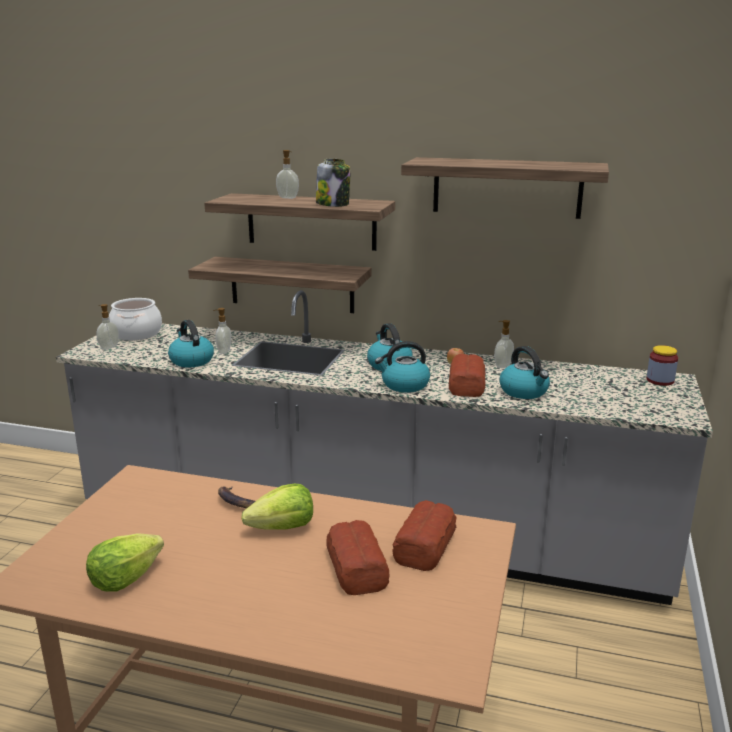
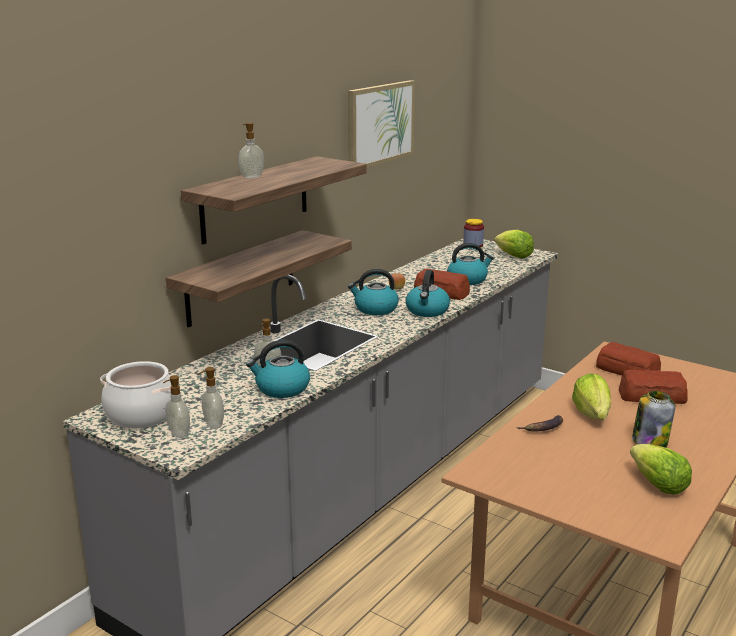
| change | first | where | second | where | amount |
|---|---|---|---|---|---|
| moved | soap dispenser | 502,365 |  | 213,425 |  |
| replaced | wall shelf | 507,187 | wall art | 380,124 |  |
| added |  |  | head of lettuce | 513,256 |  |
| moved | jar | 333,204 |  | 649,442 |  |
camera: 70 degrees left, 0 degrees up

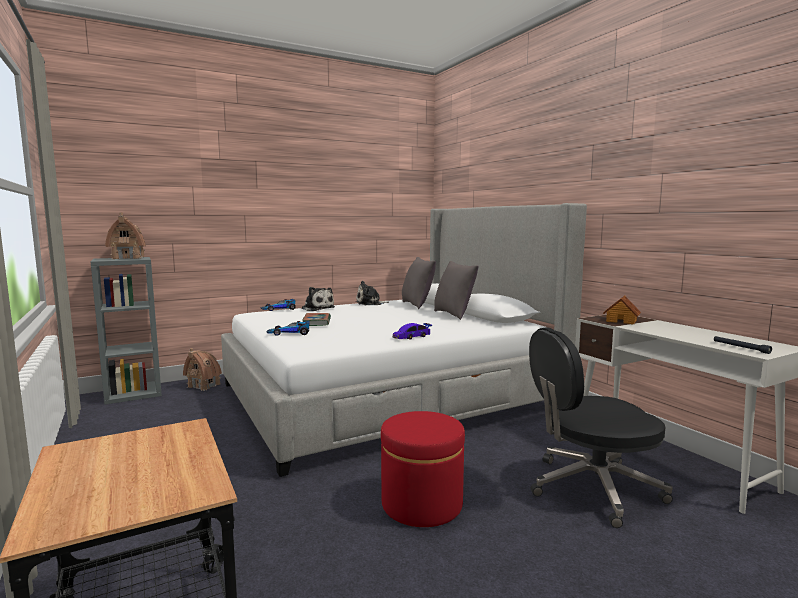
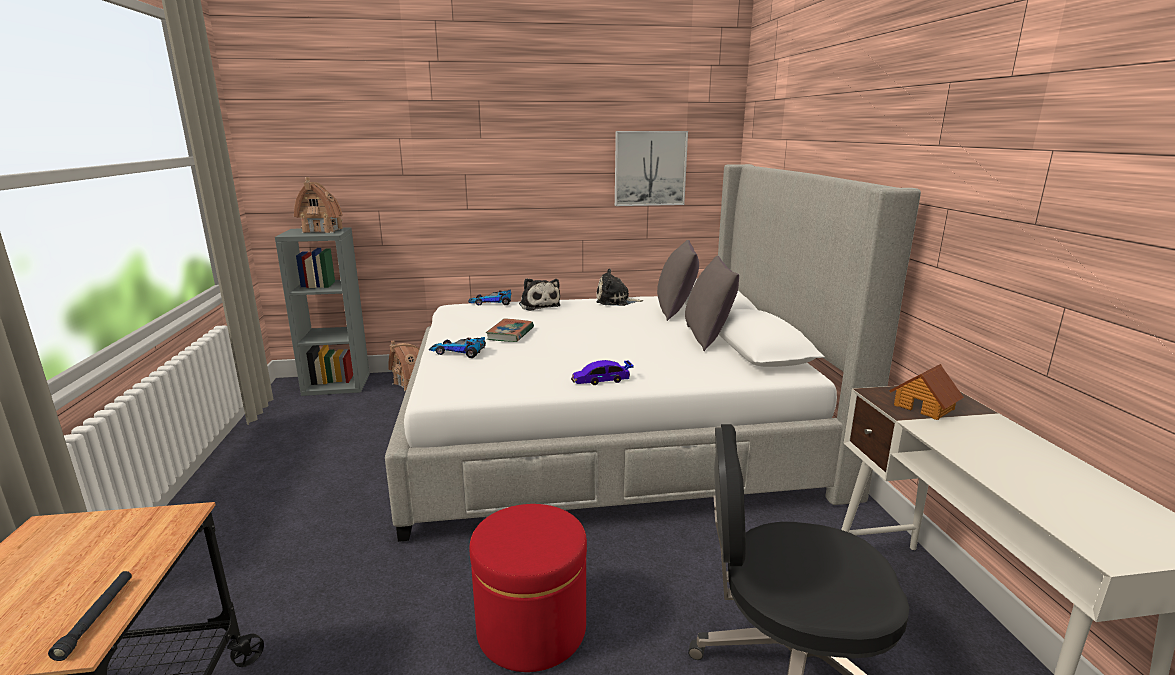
| change | first | where | second | where | amount |
|---|---|---|---|---|---|
| moved | black-coloured flashlight | 740,347 |  | 97,617 |  |
| added |  |  | wall art | 650,168 |  |
camera: 20 degrees right, 10 degrees up

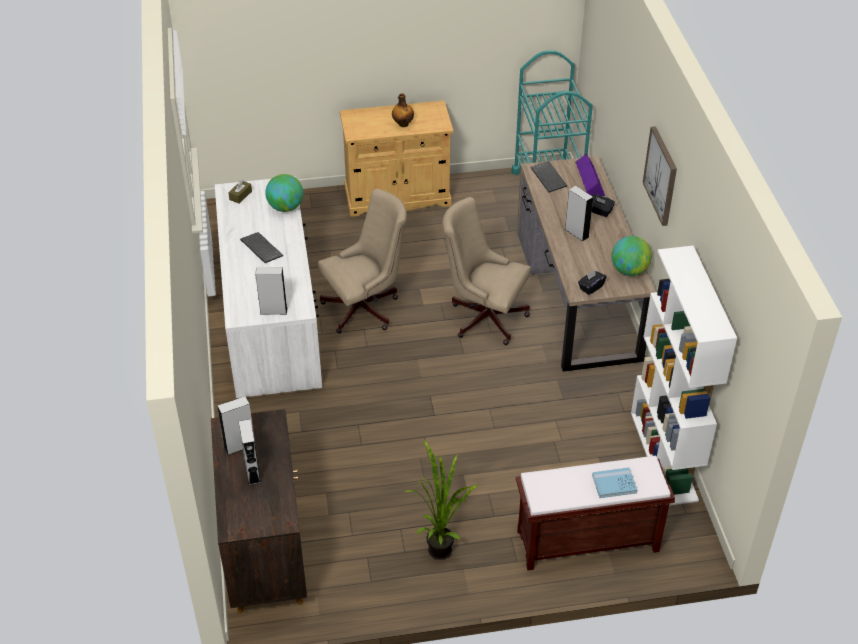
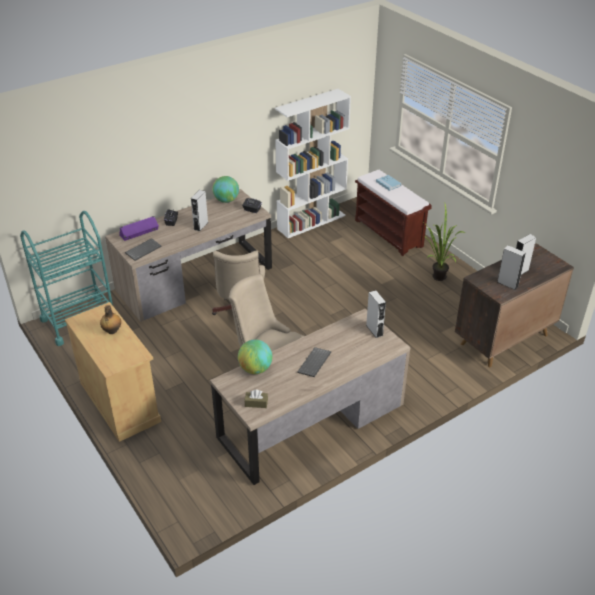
| change | first | where | second | where | amount |
|---|---|---|---|---|---|
| recoloured | white-coloured desk table | 271,318 | brownish desk table | 311,421 |  |
| removed | wall art | 661,175 |  |  |  |
camera: 115 degrees left, 5 degrees down

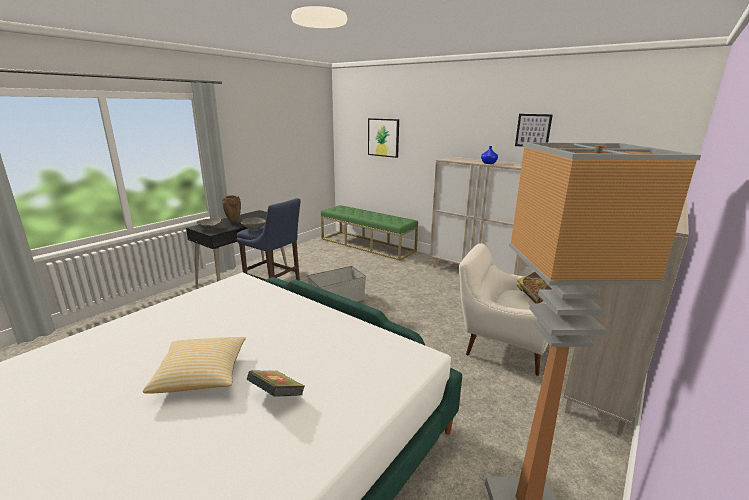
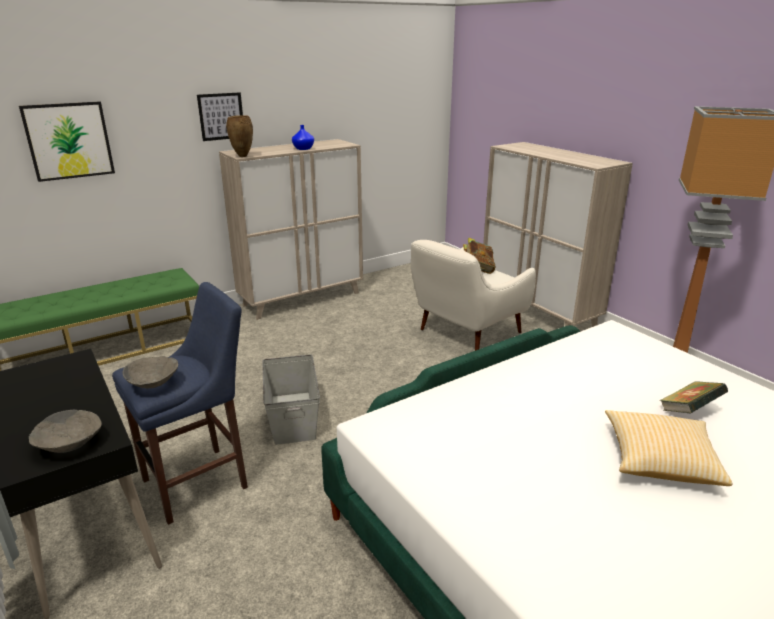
| change | first | where | second | where | amount |
|---|---|---|---|---|---|
| moved | wall art | 533,130 |  | 221,116 |  |
| moved | brownish decorative vase | 233,222 |  | 242,156 |  |
camera: 70 degrees left, 5 degrees up

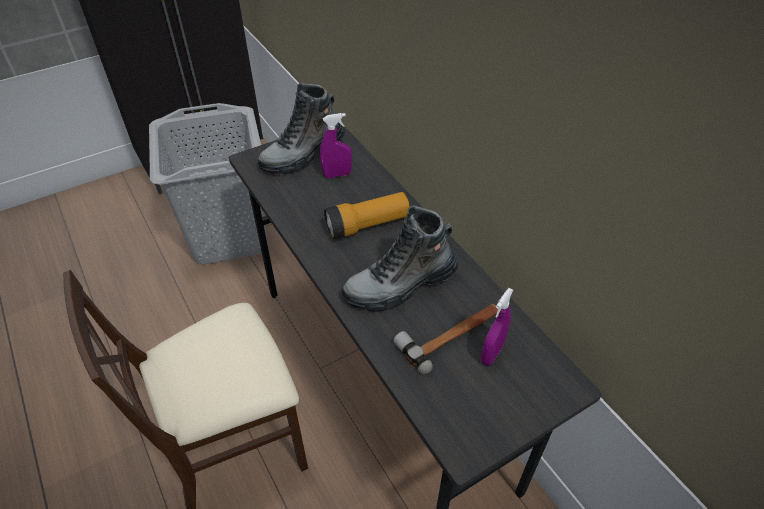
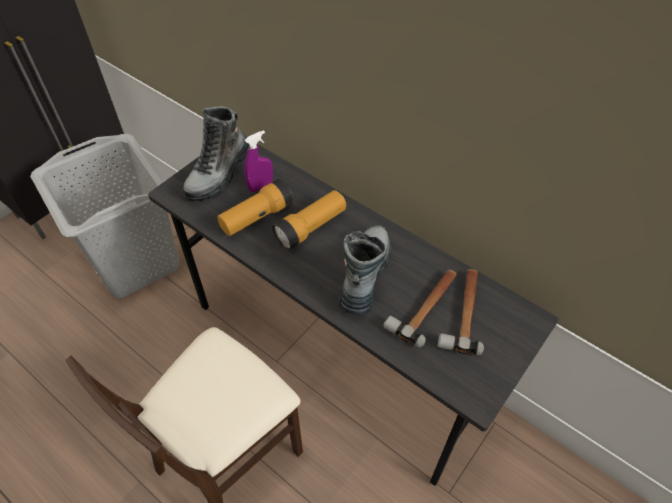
| change | first | where | second | where | amount |
|---|---|---|---|---|---|
| added |  |  | flashlight | 256,217 |  |
| turned | boot | 400,285 |  | 365,275 | 150 degrees clockwise |
| replaced | purplish sprayer | 491,353 | hammer | 464,312 |  |
camera: 20 degrees left, 5 degrees up

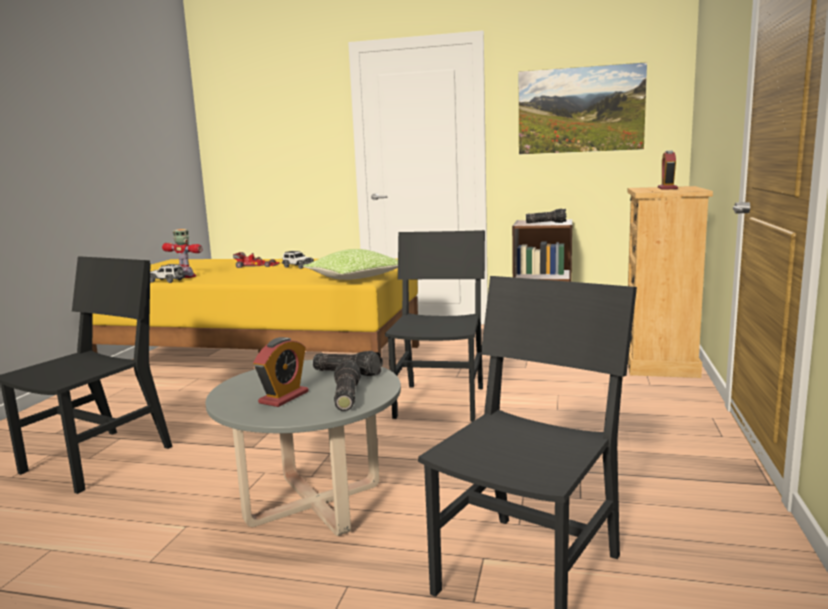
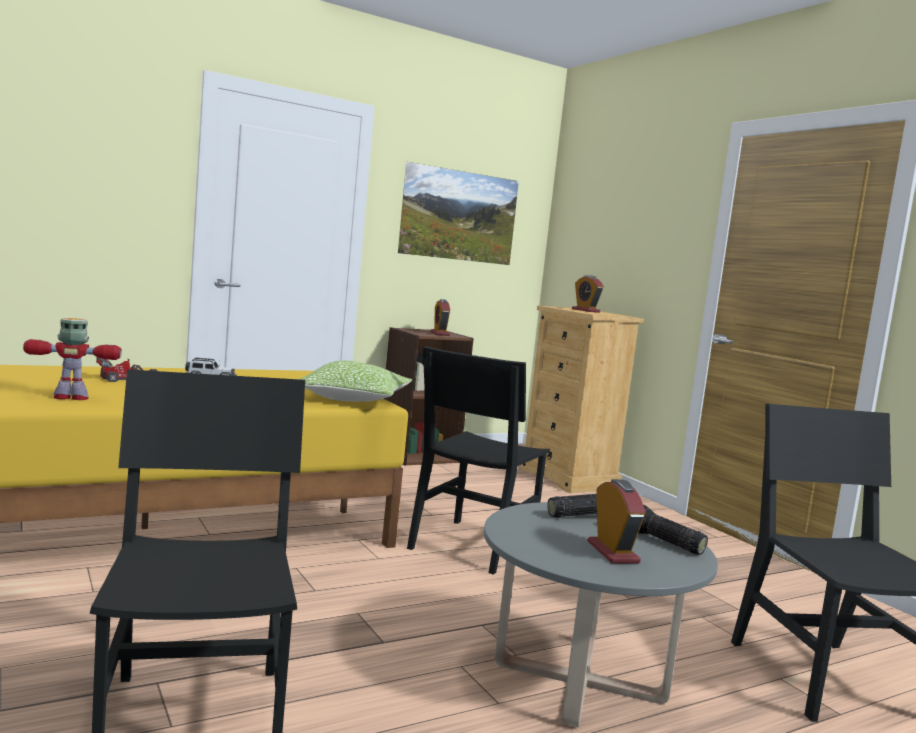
| change | first | where | second | where | amount |
|---|---|---|---|---|---|
| turned | black-coloured upright chair | 440,402 |  | 472,545 | 120 degrees counterclockwise |
| replaced | flashlight | 546,223 | table clock | 439,333 |  |
| removed | model car | 167,281 |  |  |  |
camera: 45 degrees left, 5 degrees down

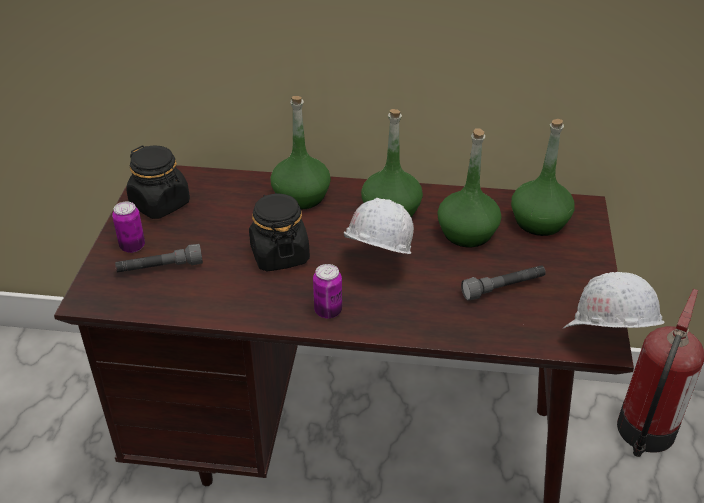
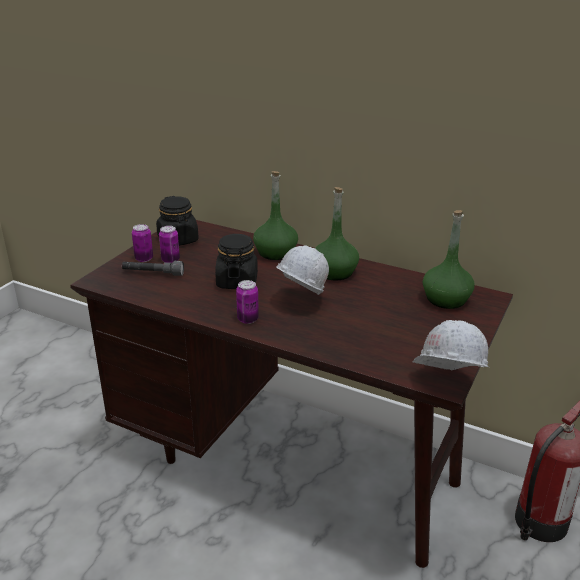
| change | first | where | second | where | amount |
|---|---|---|---|---|---|
| added |  |  | sealed can | 170,260 |  |
| removed | green beverage bottle | 467,233 |  |  |  |
| removed | greyish flashlight | 503,288 |  |  |  |
camera: 20 degrees right, 10 degrees down

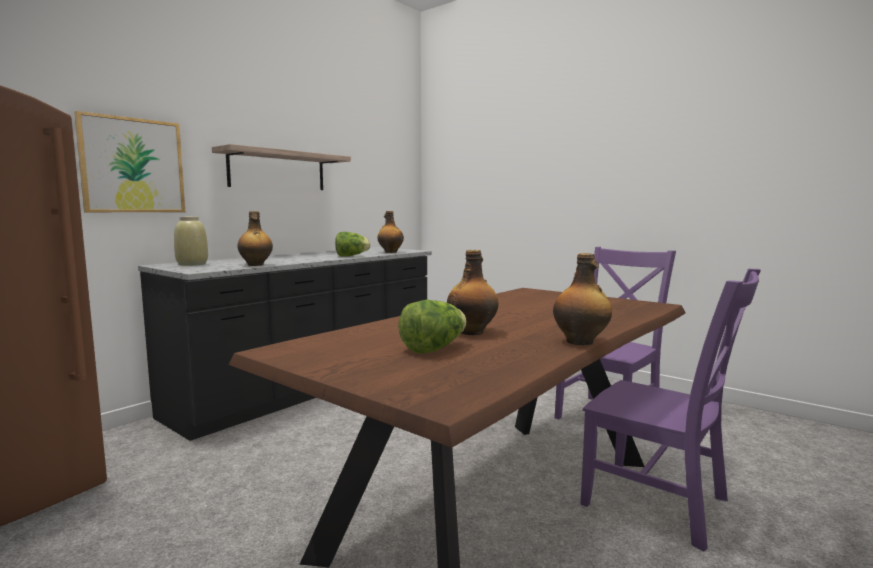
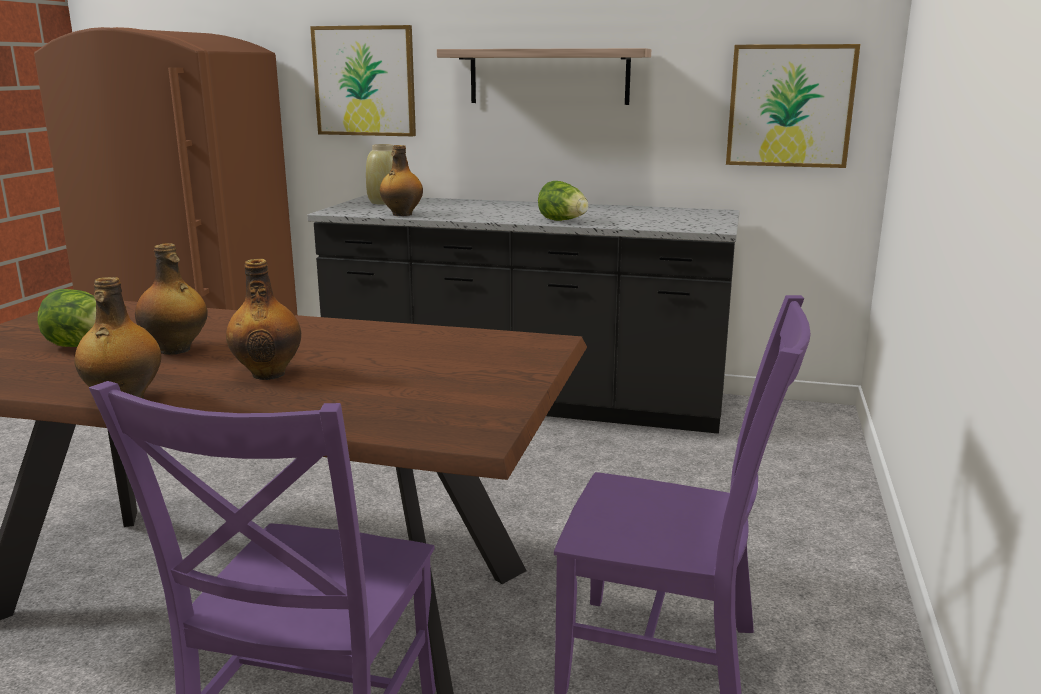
| change | first | where | second | where | amount |
|---|---|---|---|---|---|
| moved | beverage bottle | 390,252 |  | 268,373 |  |
| added |  |  | wall art | 790,106 |  |
camera: 65 degrees right, 10 degrees up

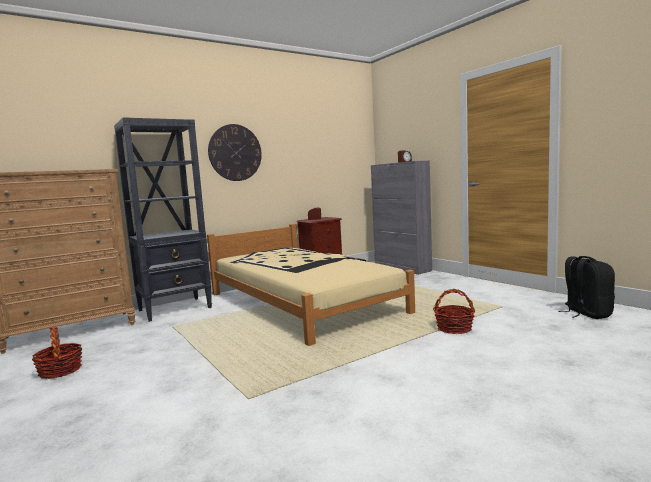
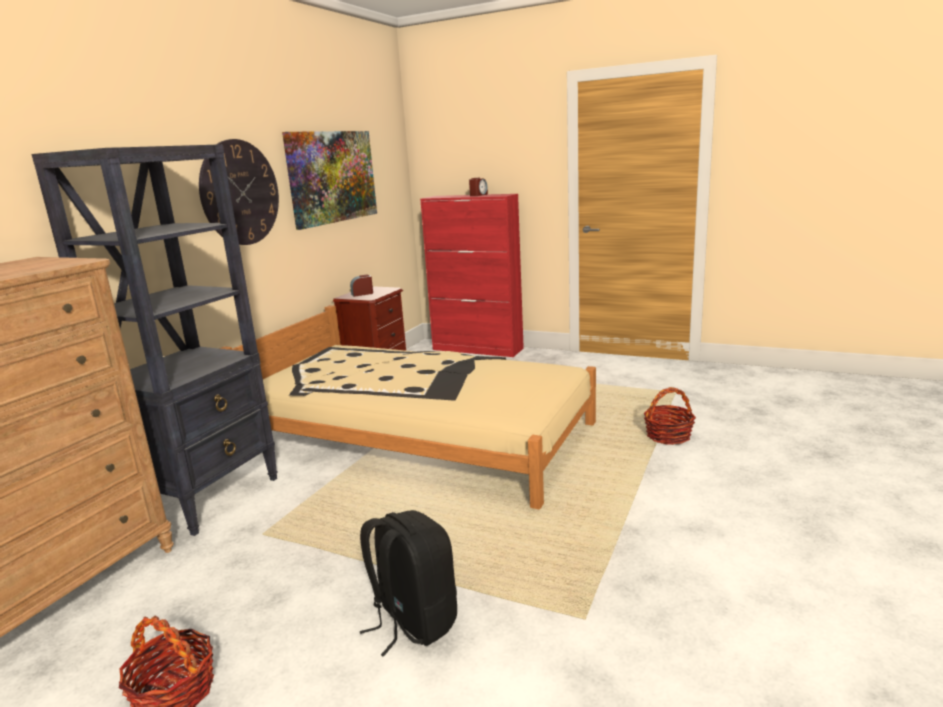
| change | first | where | second | where | amount |
|---|---|---|---|---|---|
| added |  |  | wall art | 332,177 |  |
| moved | black-coloured backpack | 586,313 |  | 412,622 |  |
| recoloured | greyish storage cabinet | 402,268 | red storage cabinet | 478,349 |  |
camera: 30 degrees left, 10 degrees up

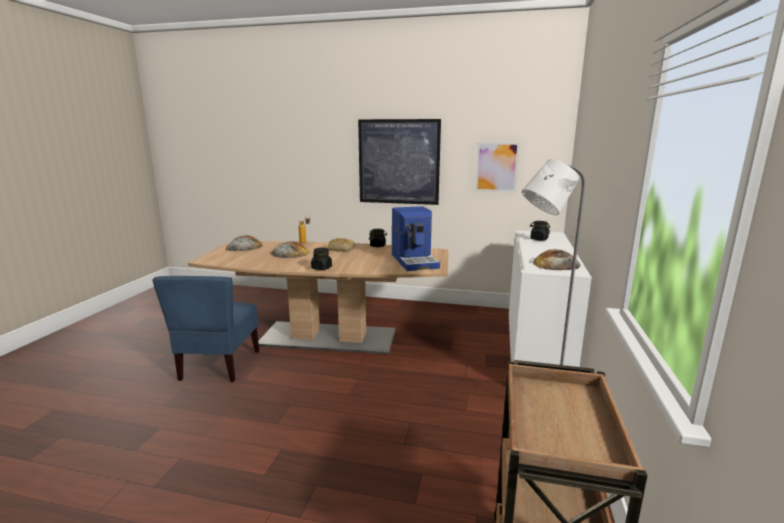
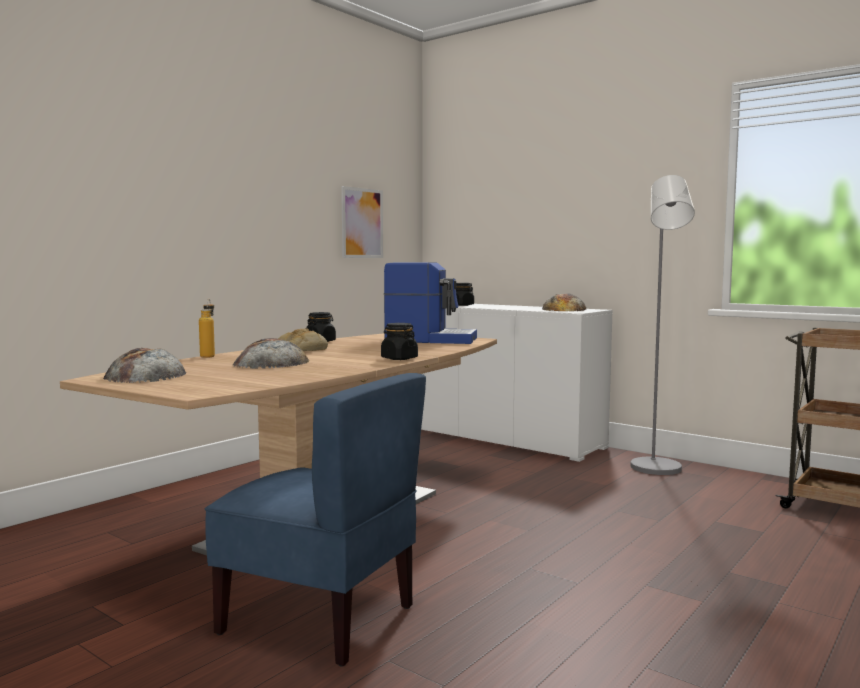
| change | first | where | second | where | amount |
|---|---|---|---|---|---|
| removed | wall art | 398,162 |  |  |  |
camera: 65 degrees left, 10 degrees down

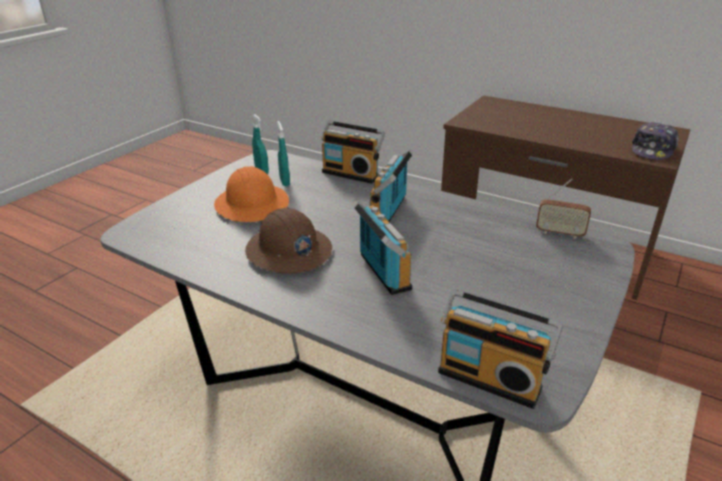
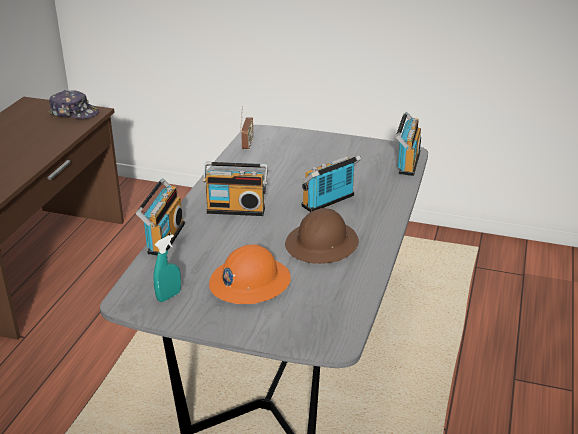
| change | first | where | second | where | amount |
|---|---|---|---|---|---|
| removed | blue-green sprayer | 284,182 |  |  |  |
camera: 105 degrees left, 0 degrees up

